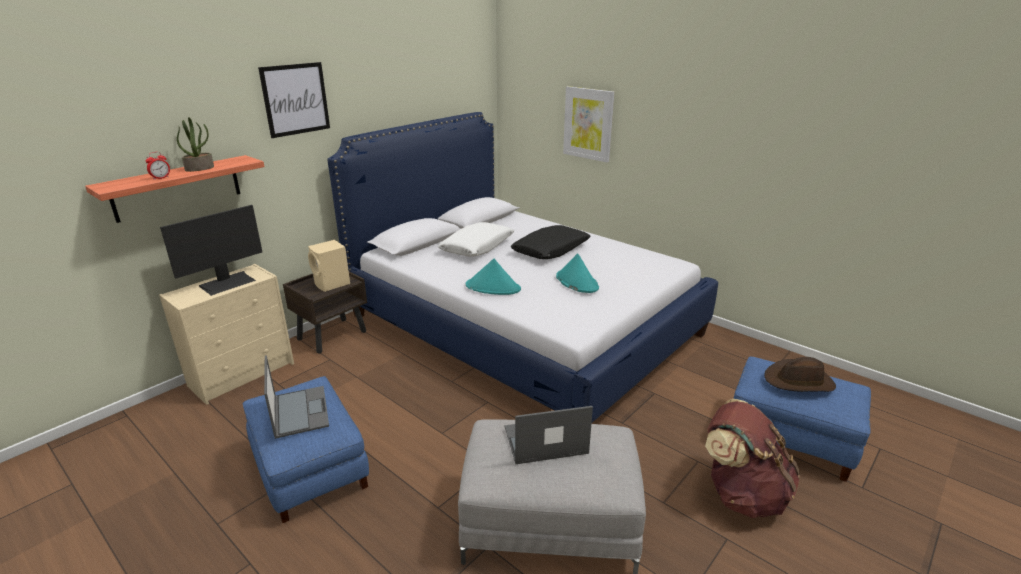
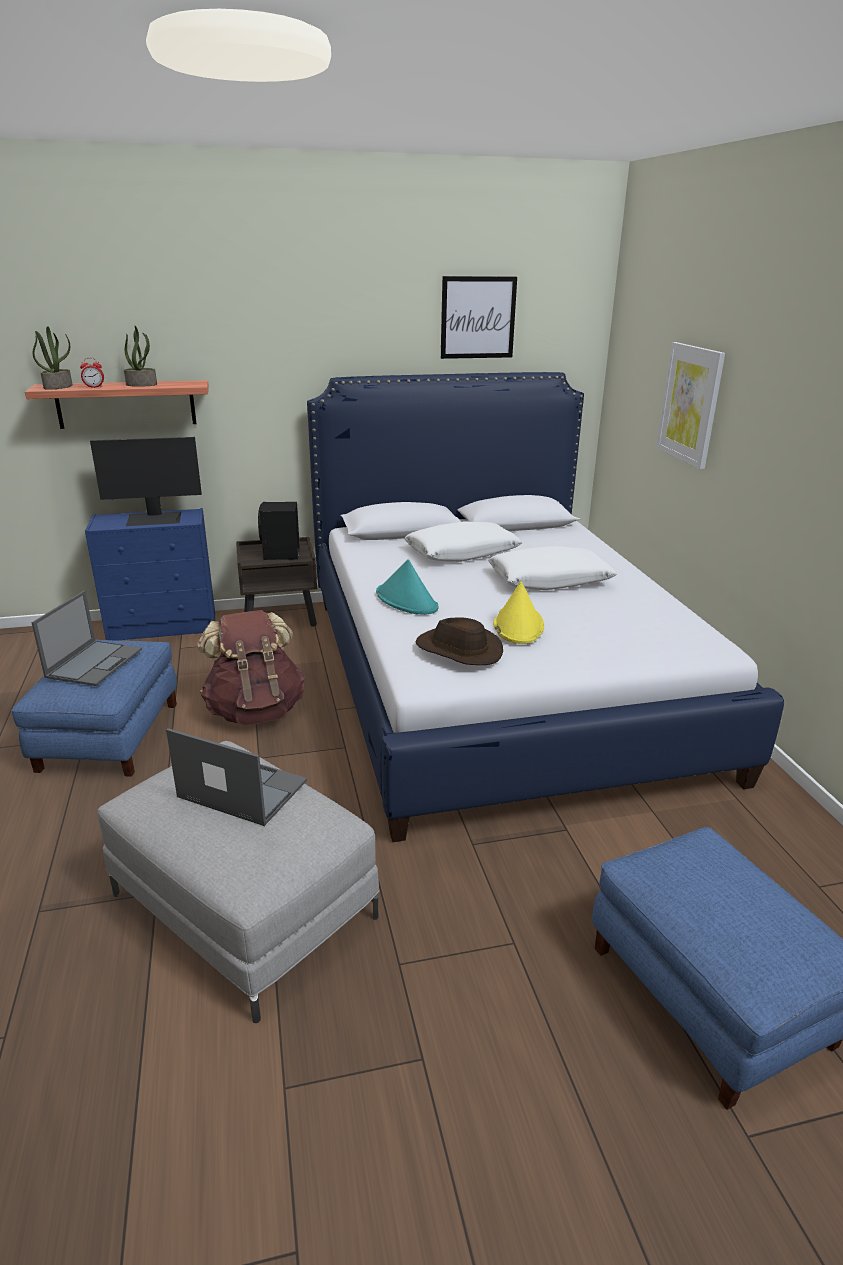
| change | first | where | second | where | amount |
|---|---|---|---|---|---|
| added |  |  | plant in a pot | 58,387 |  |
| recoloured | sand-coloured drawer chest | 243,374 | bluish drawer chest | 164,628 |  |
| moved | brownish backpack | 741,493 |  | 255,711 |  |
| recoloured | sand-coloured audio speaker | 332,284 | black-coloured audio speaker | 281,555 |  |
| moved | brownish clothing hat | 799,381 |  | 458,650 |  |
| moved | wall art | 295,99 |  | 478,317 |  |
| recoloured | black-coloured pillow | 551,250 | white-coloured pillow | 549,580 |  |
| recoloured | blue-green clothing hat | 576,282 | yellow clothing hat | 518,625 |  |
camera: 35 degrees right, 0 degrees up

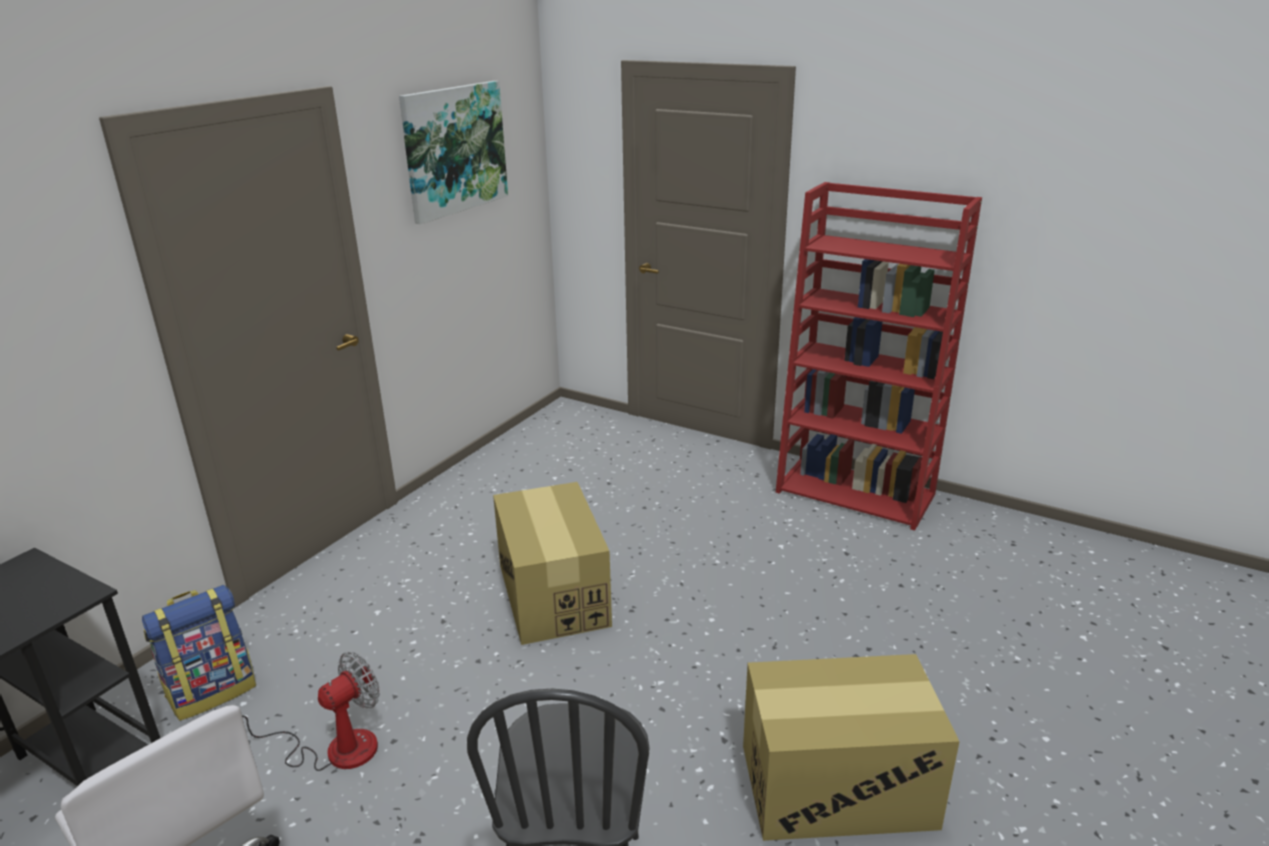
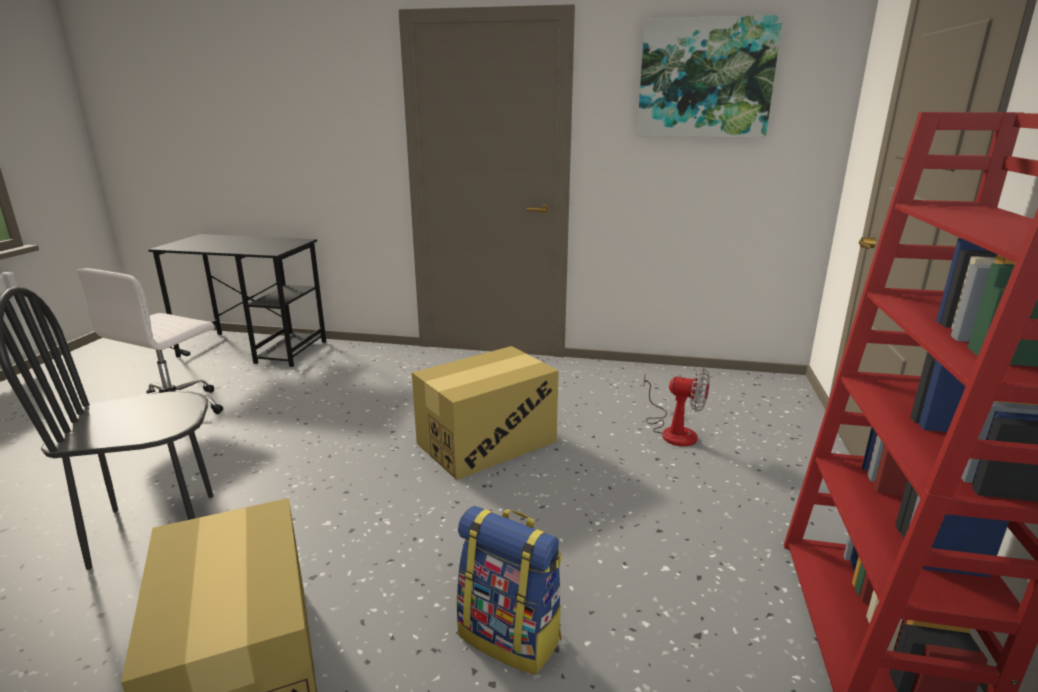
| change | first | where | second | where | amount |
|---|---|---|---|---|---|
| moved | backpack | 212,691 |  | 511,636 |  |
| moved | cooling fan | 334,748 |  | 673,431 |  |
camera: 70 degrees right, 5 degrees down

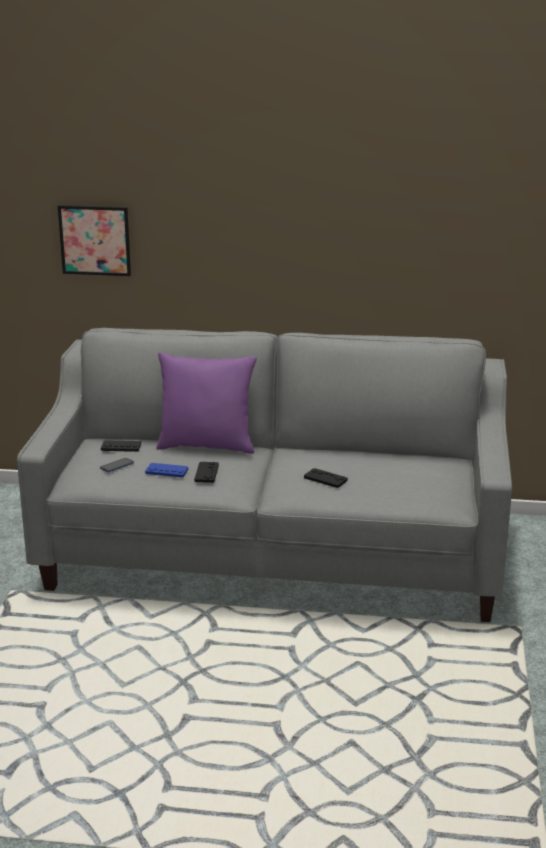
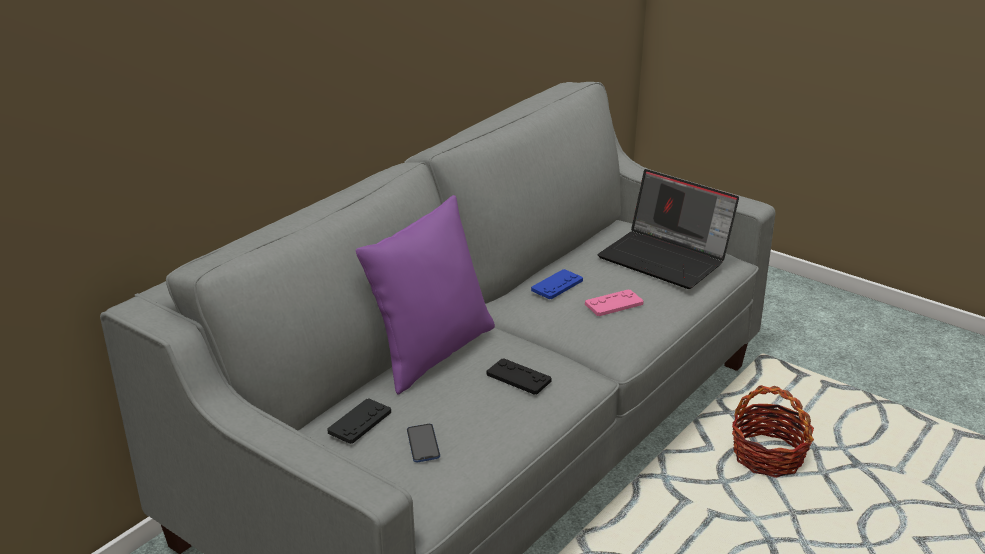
| change | first | where | second | where | amount |
|---|---|---|---|---|---|
| moved | bluish game controller | 166,471 |  | 557,285 |  |
| recoloured | black-coloured game controller | 325,479 | pinkish game controller | 614,304 |  |
| added |  |  | portable computer | 666,258 |  |
| added |  |  | household basket | 767,456 |  |
| removed | wall art | 95,240 |  |  |  |
camera: 60 degrees left, 5 degrees up

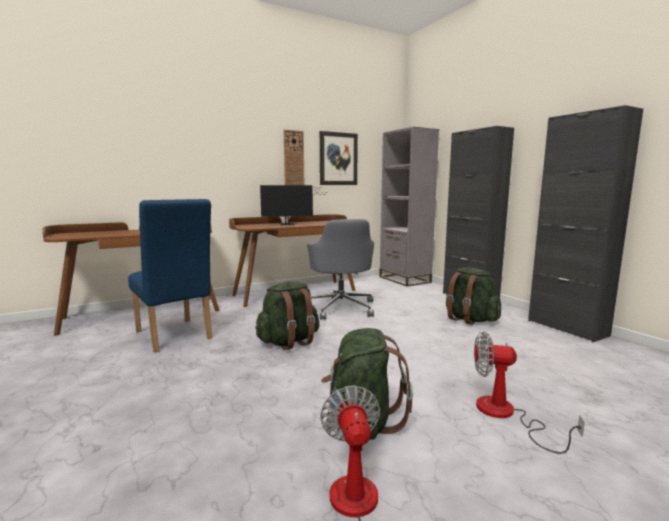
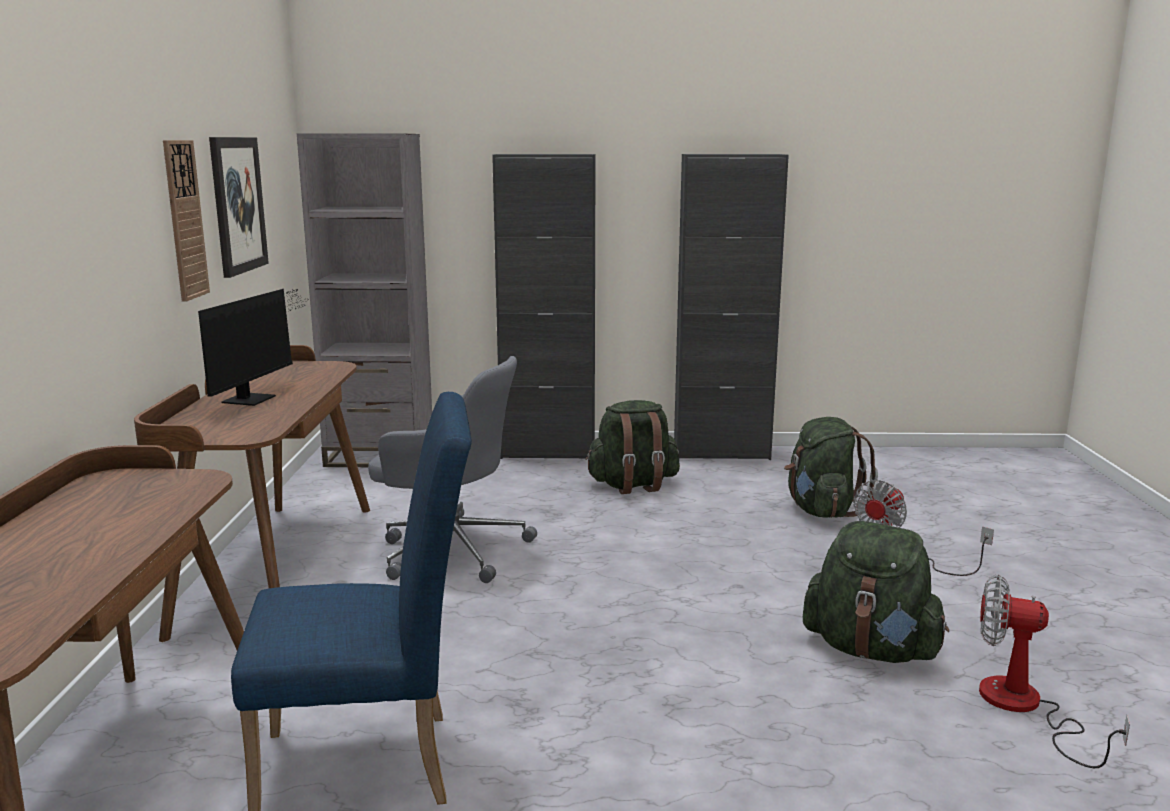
| change | first | where | second | where | amount |
|---|---|---|---|---|---|
| moved | green backpack | 289,342 |  | 822,510 |  |
camera: 60 degrees left, 5 degrees up

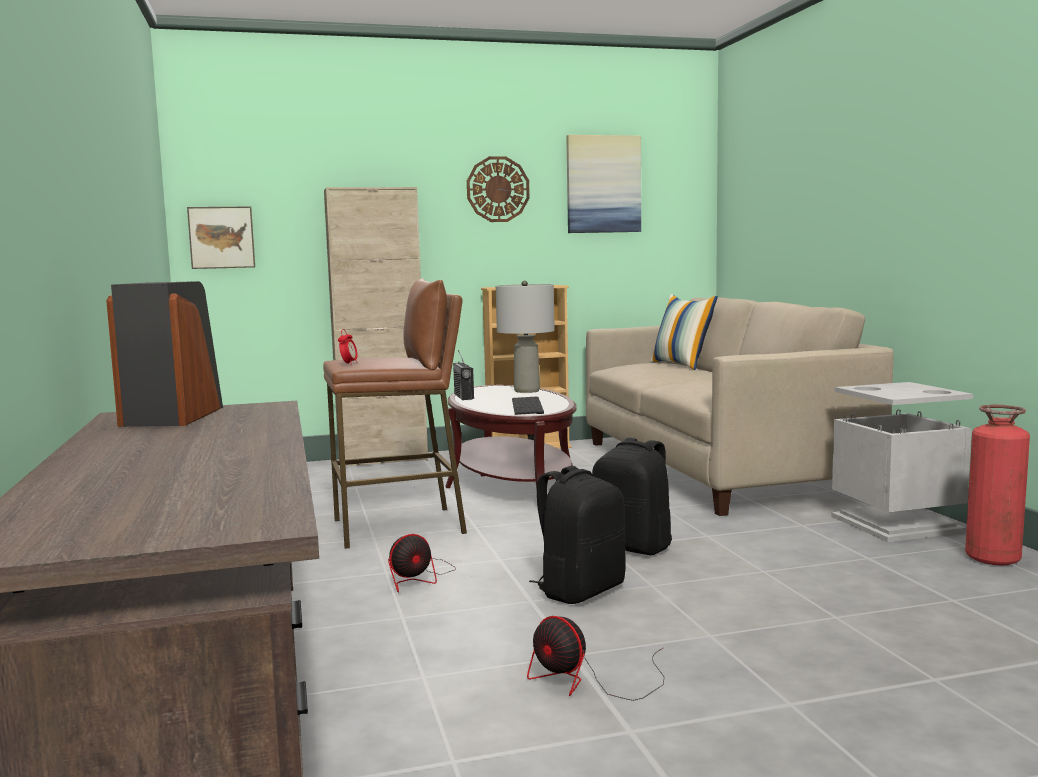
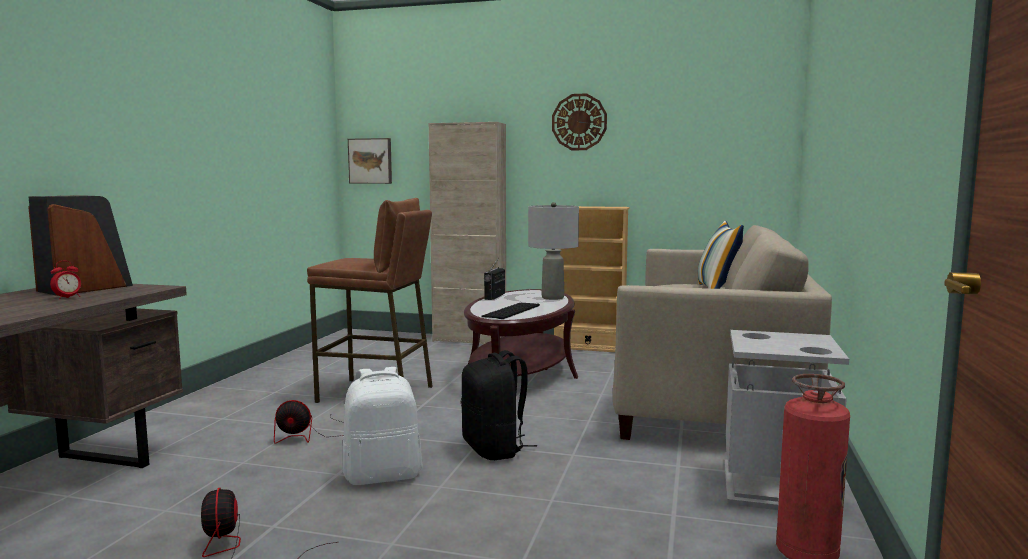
| change | first | where | second | where | amount |
|---|---|---|---|---|---|
| moved | table clock | 348,364 |  | 67,298 |  |
| recoloured | black-coloured backpack | 580,591 | white-coloured backpack | 383,475 |  |
| removed | wall art | 603,184 |  |  |  |
camera: 30 degrees right, 0 degrees up

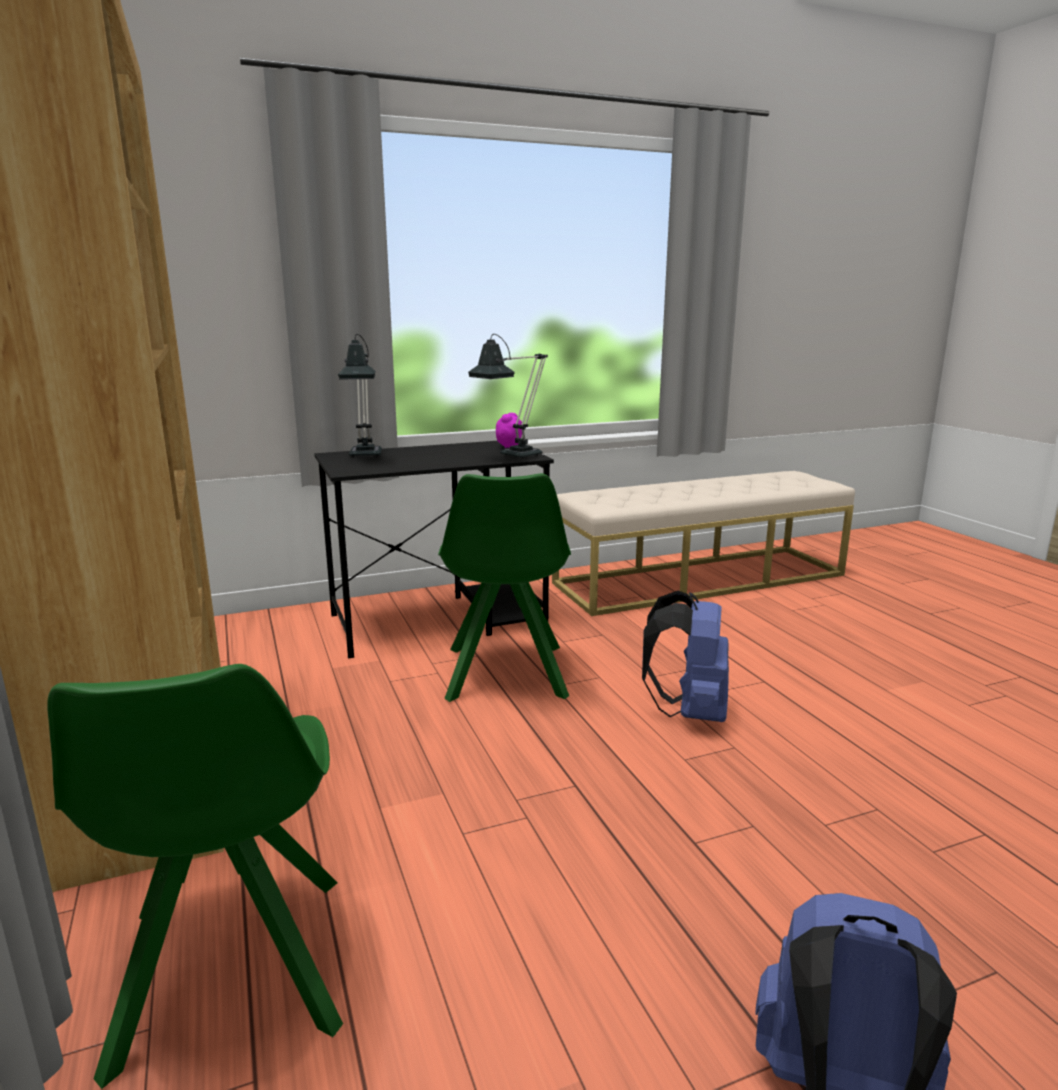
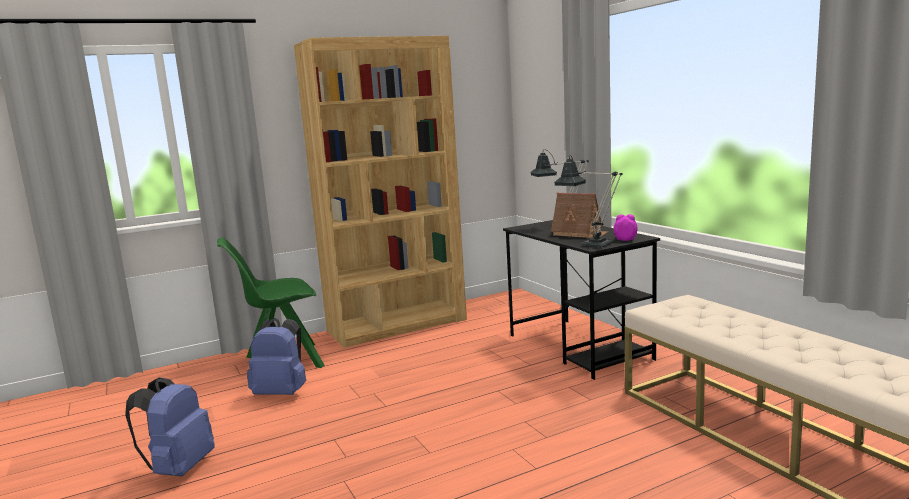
| change | first | where | second | where | amount |
|---|---|---|---|---|---|
| moved | bluish backpack | 689,712 |  | 282,393 |  |
| added |  |  | miniature house | 579,233 |  |
| removed | green upright chair | 505,674 |  |  |  |
camera: 85 degrees right, 5 degrees down

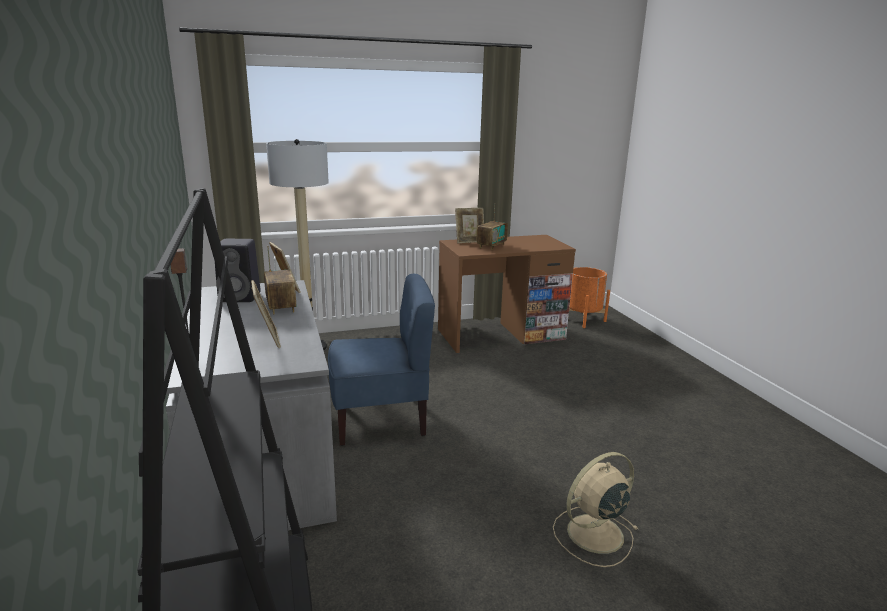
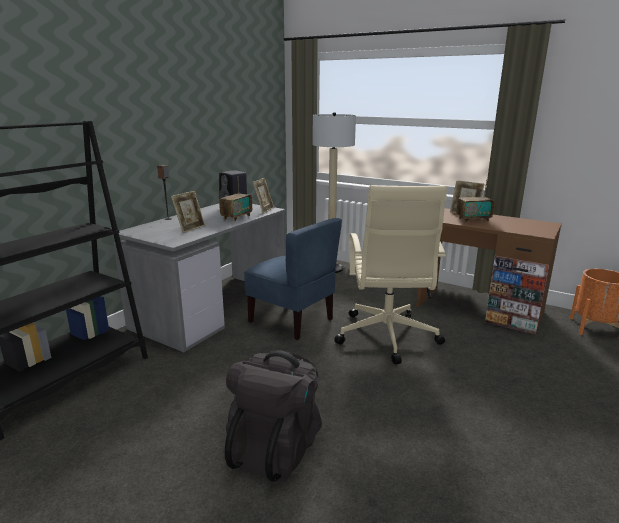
| change | first | where | second | where | amount |
|---|---|---|---|---|---|
| replaced | sand-coloured cooling fan | 593,534 | black-coloured backpack | 276,448 |  |
| added |  |  | sand-coloured computer chair | 387,337 |  |
camera: 50 degrees right, 0 degrees up

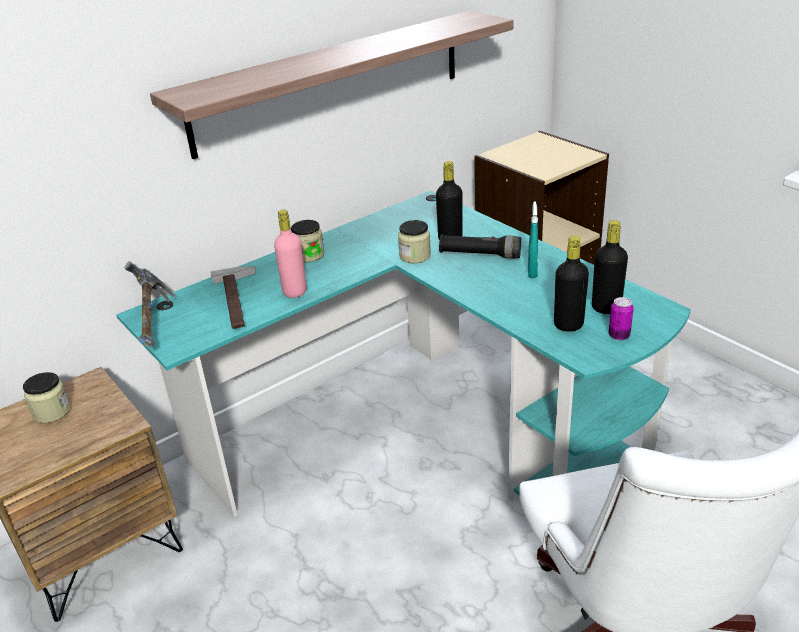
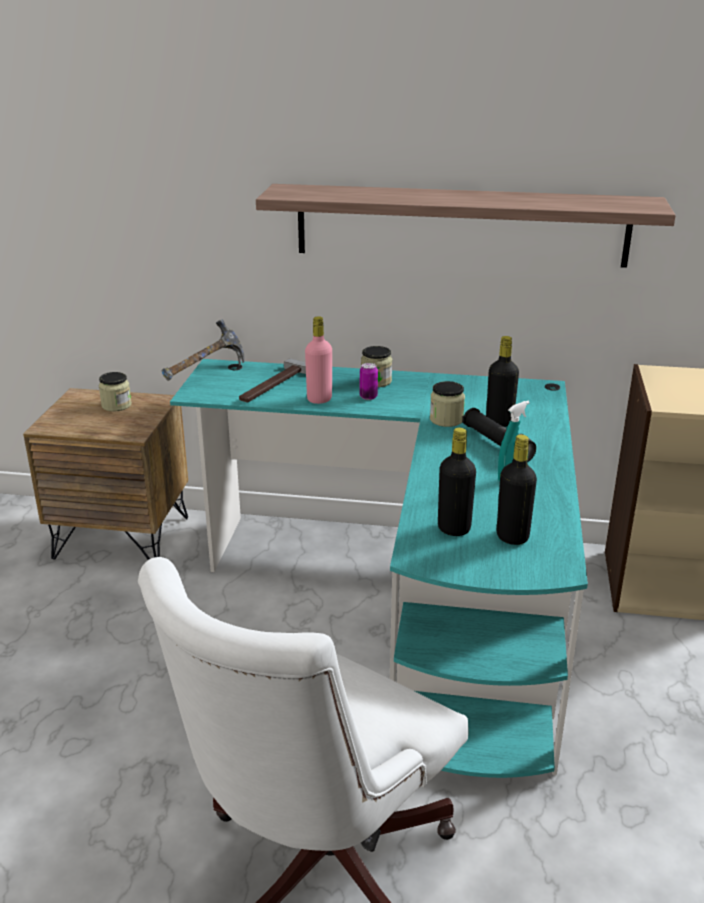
| change | first | where | second | where | amount |
|---|---|---|---|---|---|
| moved | sealed can | 619,335 |  | 368,397 |  |
camera: 45 degrees right, 5 degrees down

